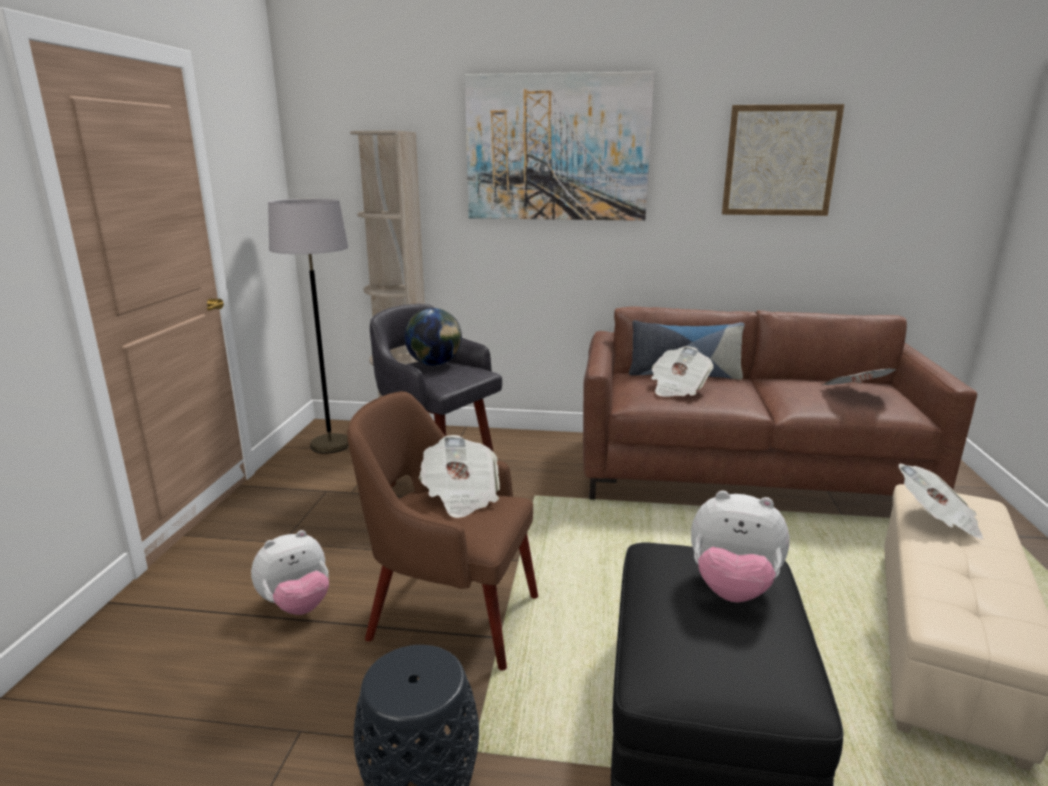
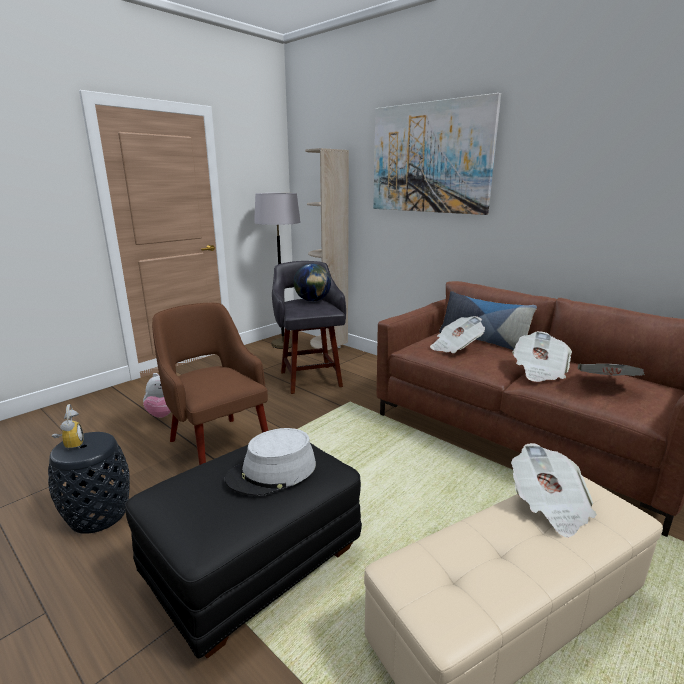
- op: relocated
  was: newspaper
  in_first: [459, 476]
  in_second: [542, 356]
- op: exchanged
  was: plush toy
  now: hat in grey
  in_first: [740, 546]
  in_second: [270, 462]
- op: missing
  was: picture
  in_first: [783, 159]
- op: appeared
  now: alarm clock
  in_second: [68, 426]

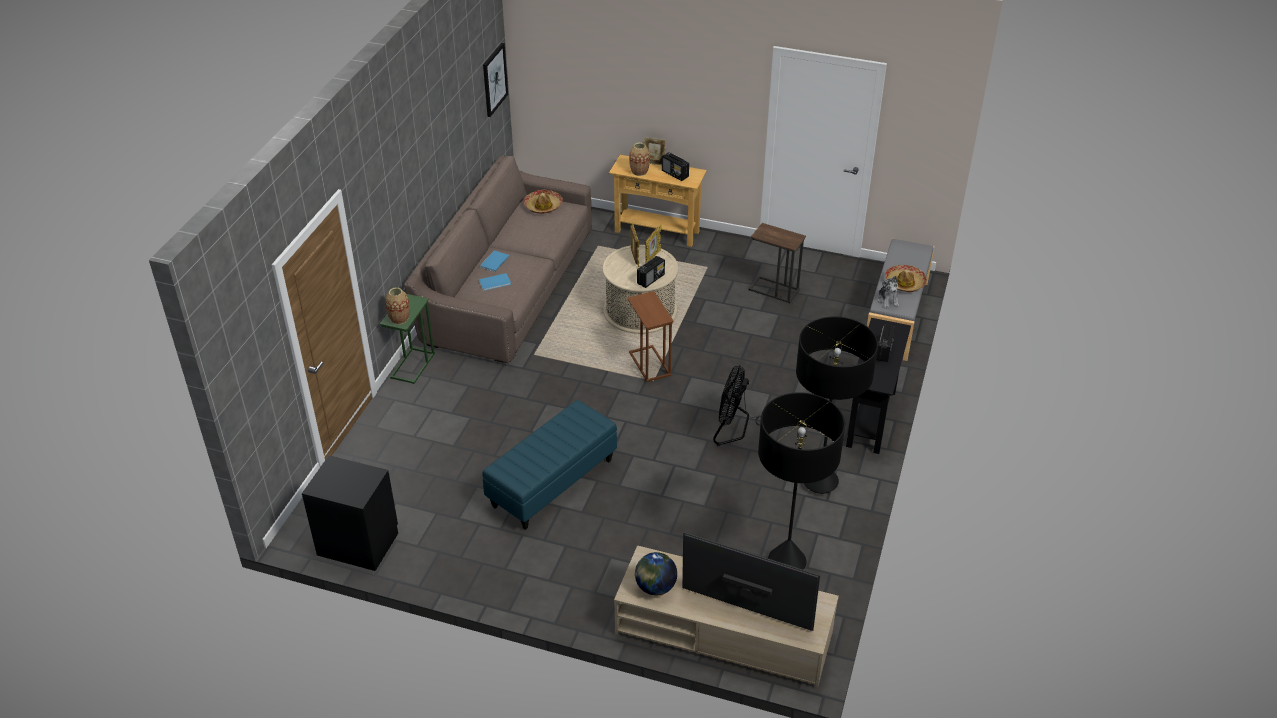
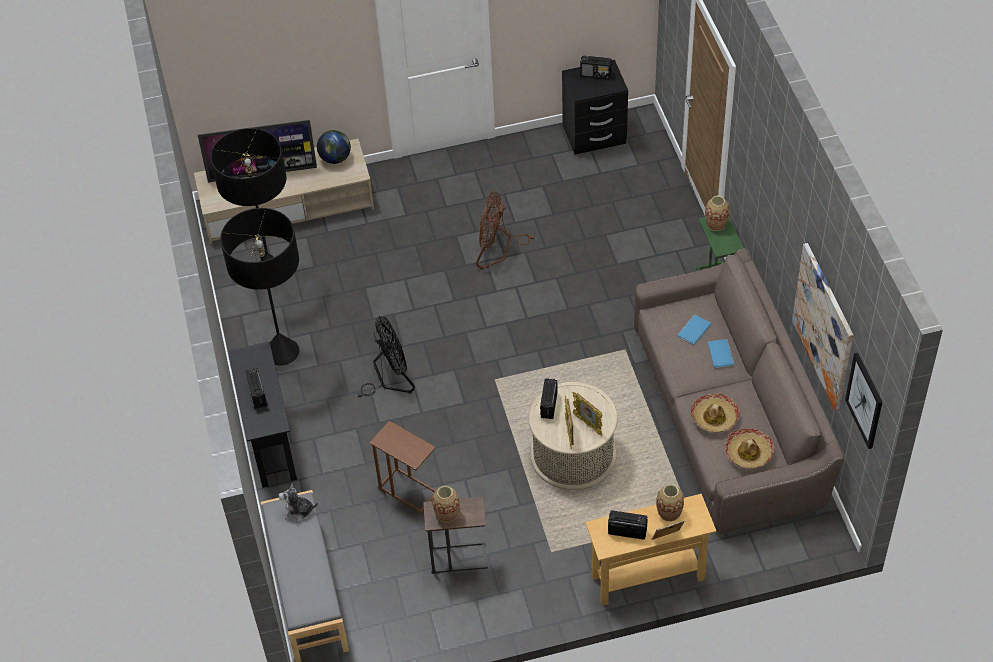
- op: exchanged
  was: ottoman in blue
  now: fan in brown
  in_first: [549, 465]
  in_second: [506, 230]
- op: relocated
  was: side table in brown
  in_first: [651, 336]
  in_second: [403, 467]
- op: spun
  was: plush toy
  in_first: [888, 292]
  in_second: [298, 502]
  clockwise: -45
- op: relocated
  was: hat
  in_first: [906, 278]
  in_second: [715, 413]
- op: appeared
  now: vase
  in_second: [446, 504]
- op: appeared
  now: radio
  in_second: [596, 67]
- op: appeared
  now: picture
  in_second: [822, 327]

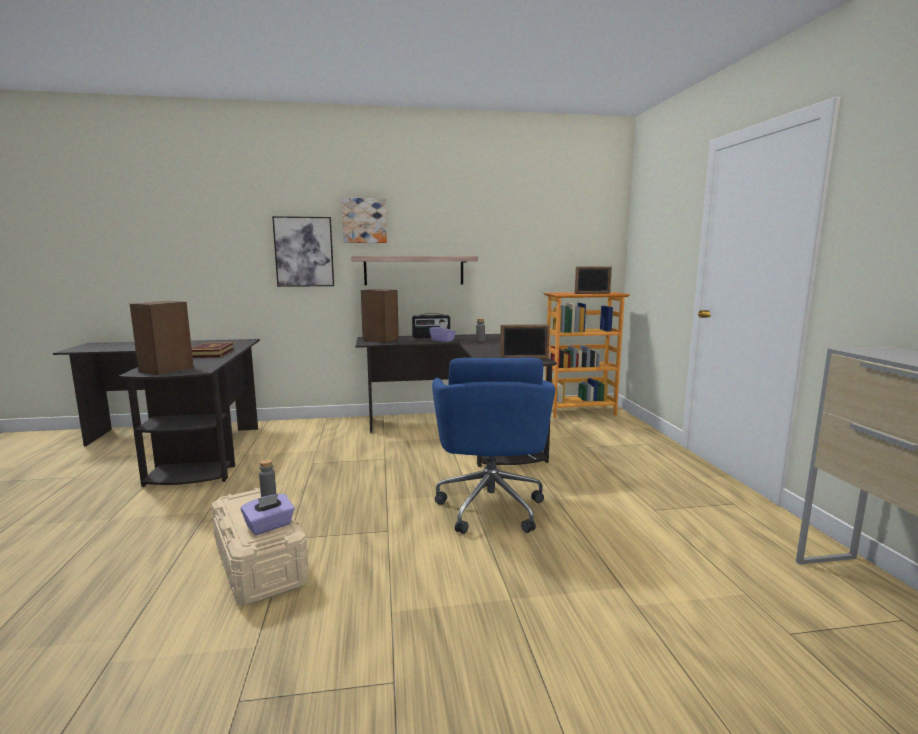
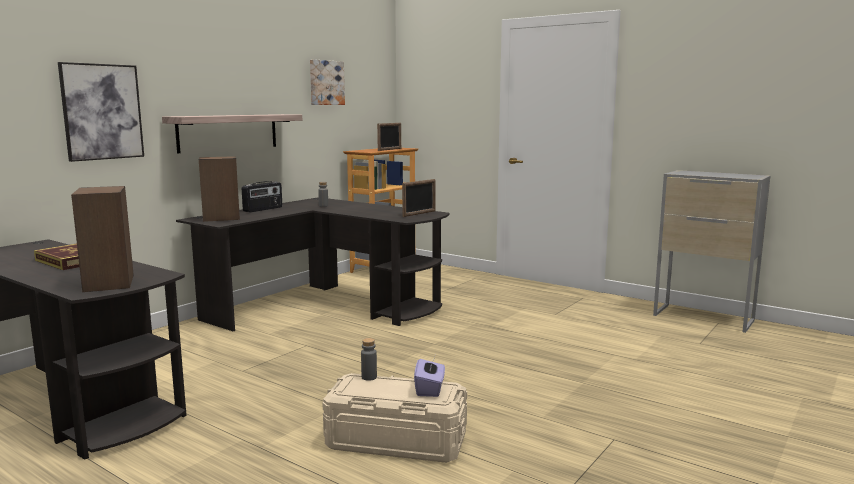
- op: relocated
  was: picture
  in_first: [364, 220]
  in_second: [327, 82]
- op: missing
  was: tissue box in purple
  in_first: [442, 332]
- op: missing
  was: office chair in blue
  in_first: [493, 445]

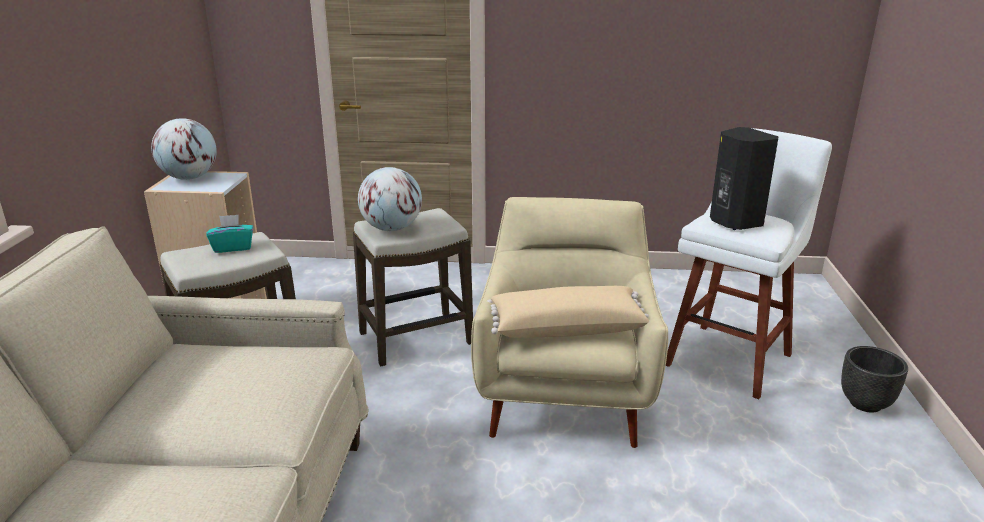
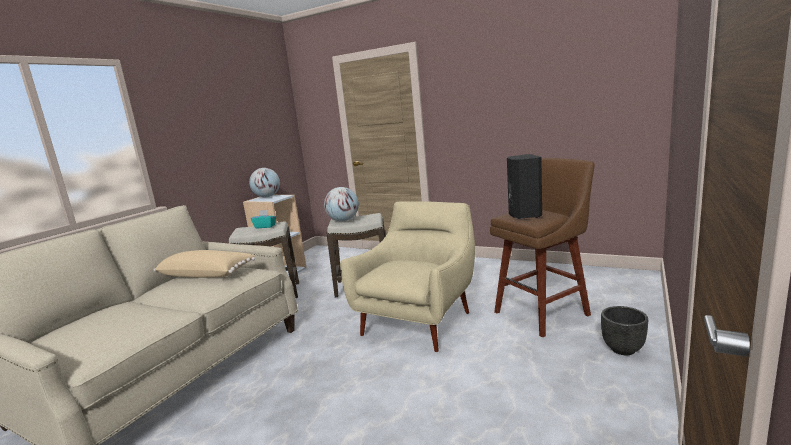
- op: relocated
  was: pillow in beige
  in_first: [568, 312]
  in_second: [204, 264]
- op: colour
  was: stool in white
  now: stool in brown
  in_first: [749, 263]
  in_second: [542, 247]

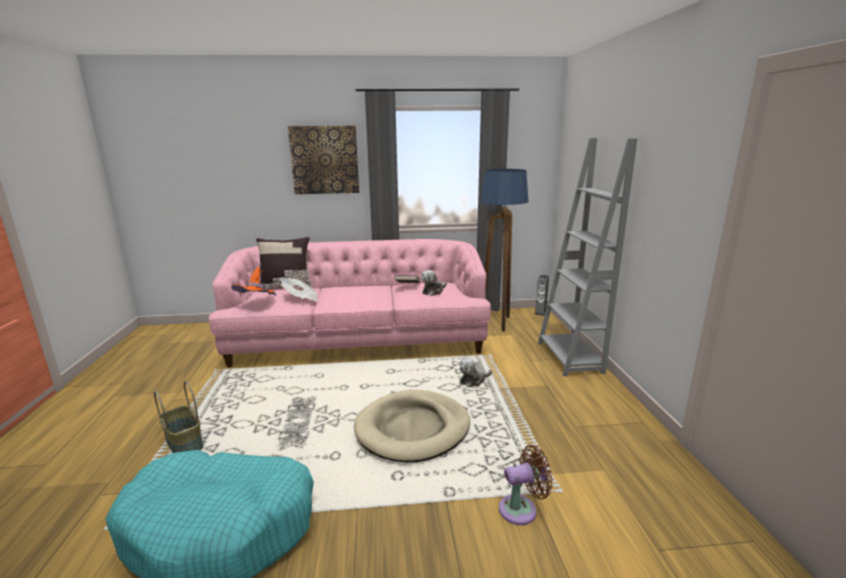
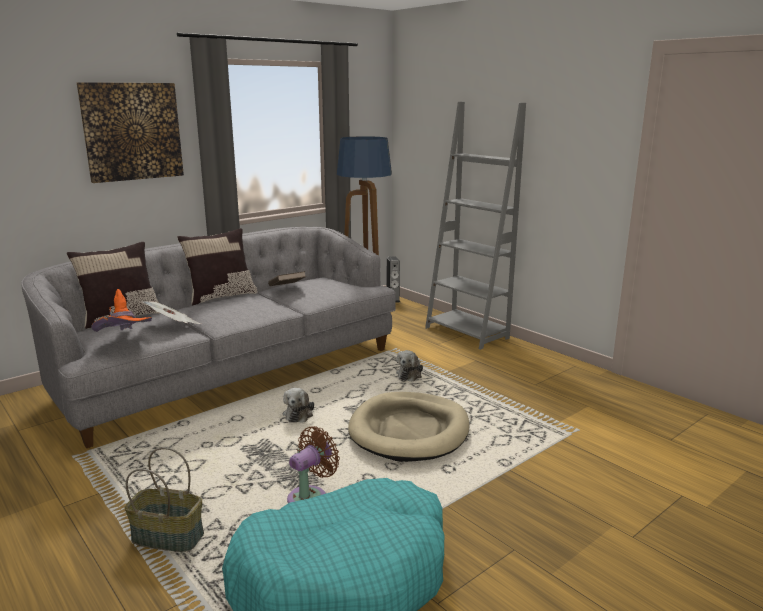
- op: colour
  was: sofa in pink
  now: sofa in grey
  in_first: [350, 303]
  in_second: [208, 337]
- op: relocated
  was: plush toy
  in_first: [434, 283]
  in_second: [298, 405]
- op: relocated
  was: fan in brown
  in_first: [526, 485]
  in_second: [313, 464]
- op: appeared
  now: pillow
  in_second: [217, 266]

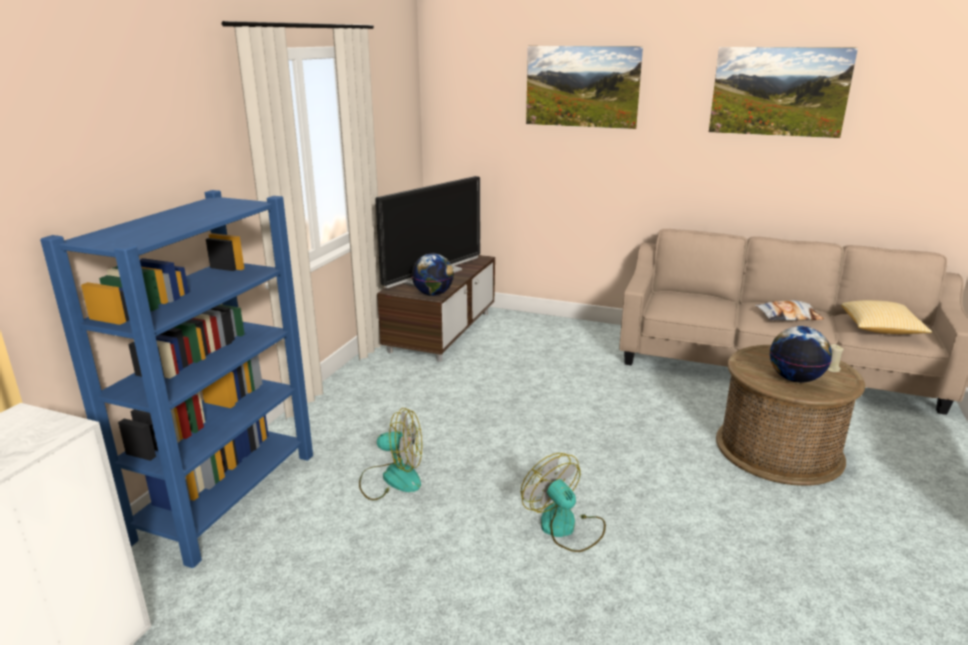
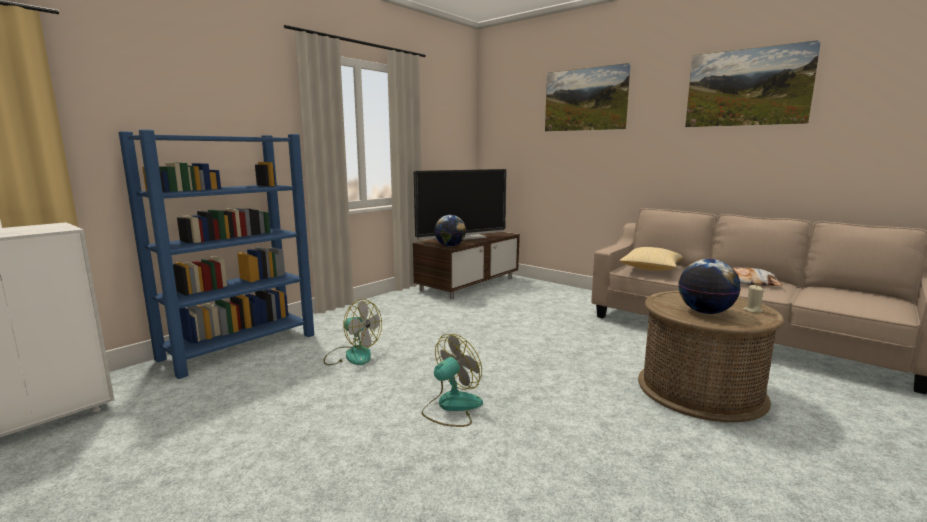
- op: spun
  was: fan
  in_first: [563, 502]
  in_second: [452, 380]
  clockwise: 60
- op: relocated
  was: pillow
  in_first: [886, 317]
  in_second: [651, 259]

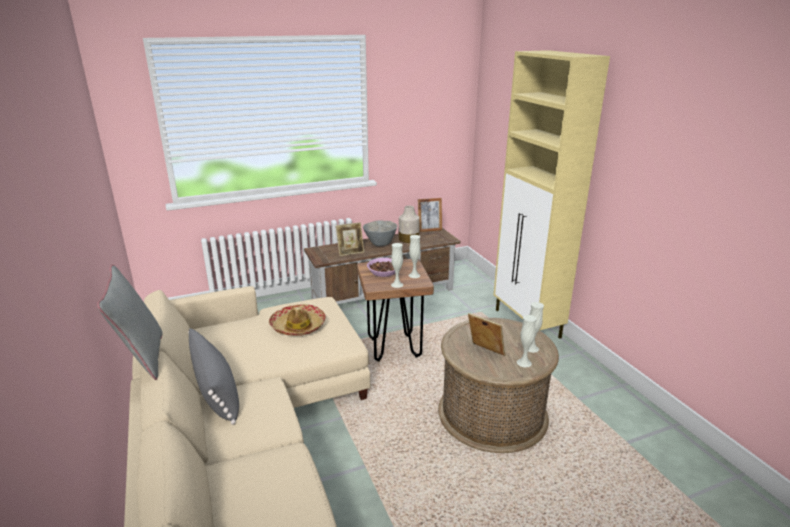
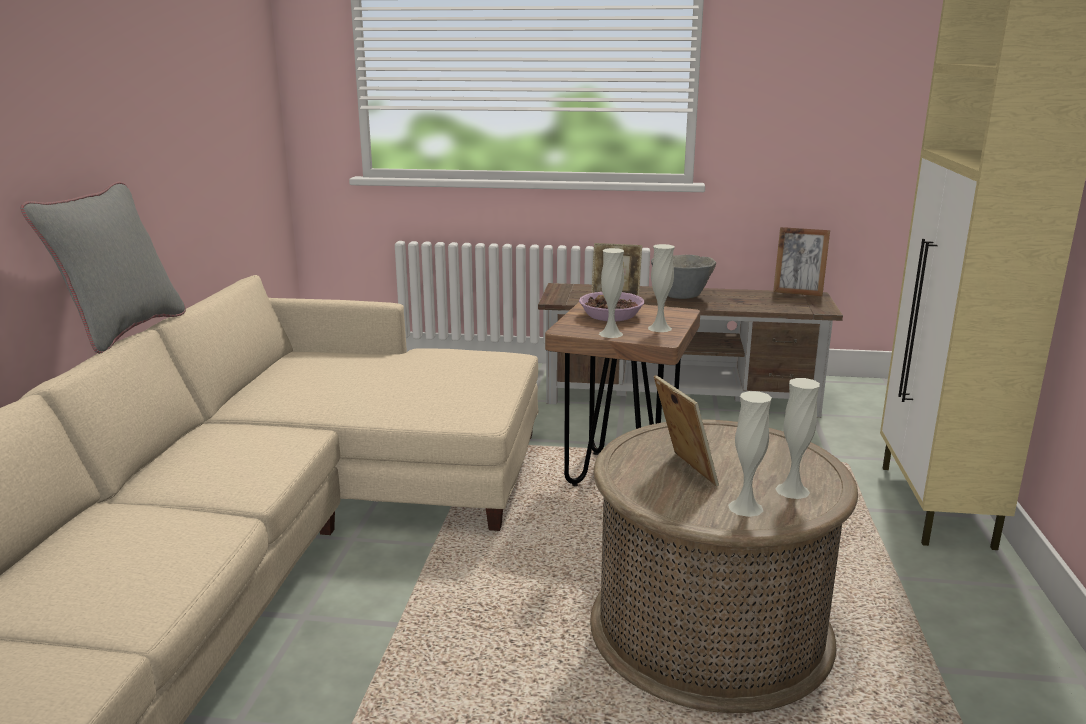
- op: missing
  was: pillow in grey
  in_first: [213, 376]
- op: missing
  was: hat
  in_first: [297, 320]
- op: missing
  was: vase in beige
  in_first: [409, 224]

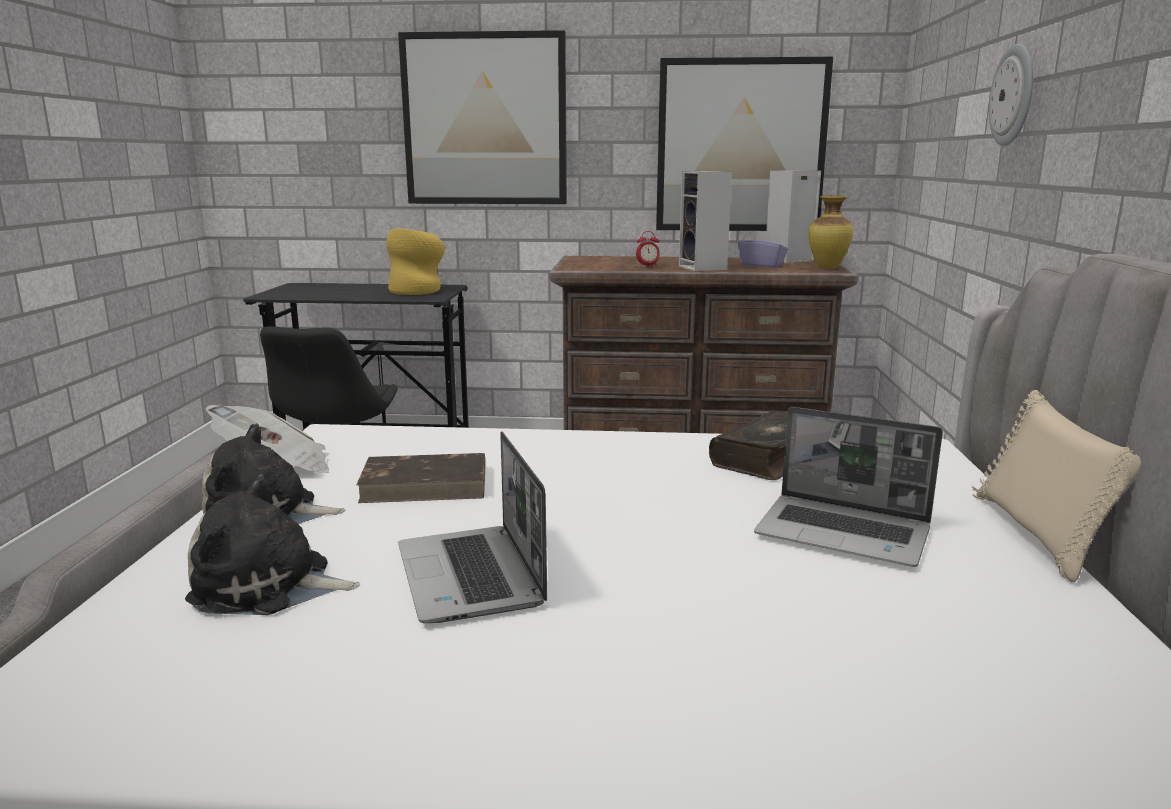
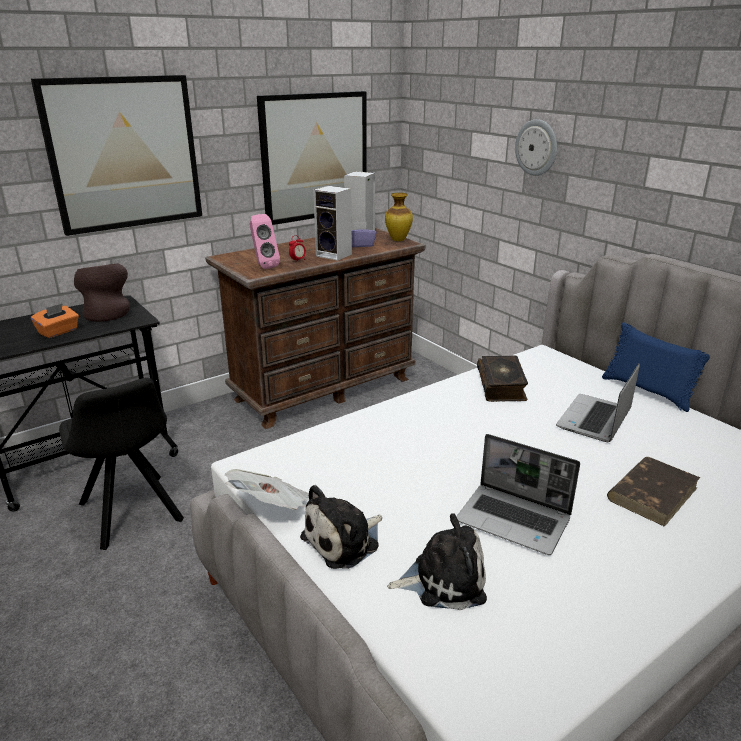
- op: spun
  was: plush toy
  in_first: [272, 544]
  in_second: [437, 561]
  clockwise: -150
- op: relocated
  was: book in brown
  in_first: [420, 478]
  in_second: [653, 492]
- op: colour
  was: vase in yellow
  now: vase in brown
  in_first: [415, 262]
  in_second: [102, 293]
- op: spun
  was: laptop
  in_first: [848, 487]
  in_second: [598, 402]
  clockwise: 135
- op: colour
  was: pillow in beige
  now: pillow in blue
  in_first: [1056, 486]
  in_second: [656, 367]
- op: appeared
  now: tissue box in orange
  in_second: [55, 320]
- op: appeared
  now: speaker in pink
  in_second: [264, 241]

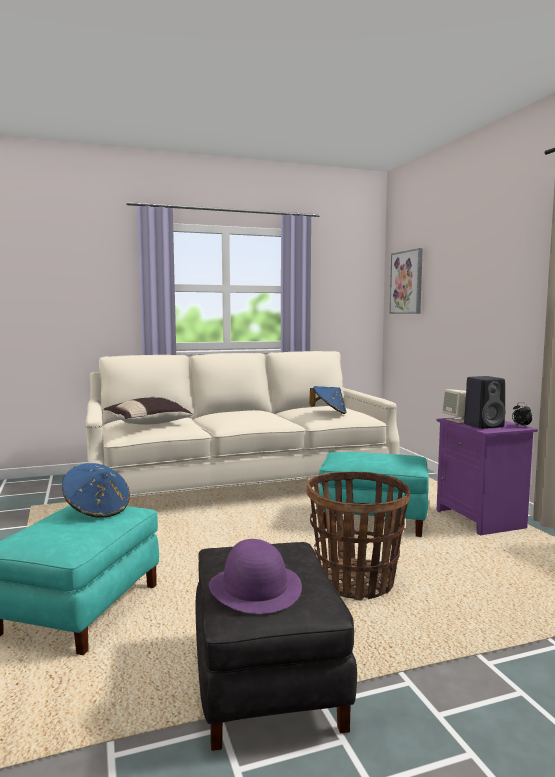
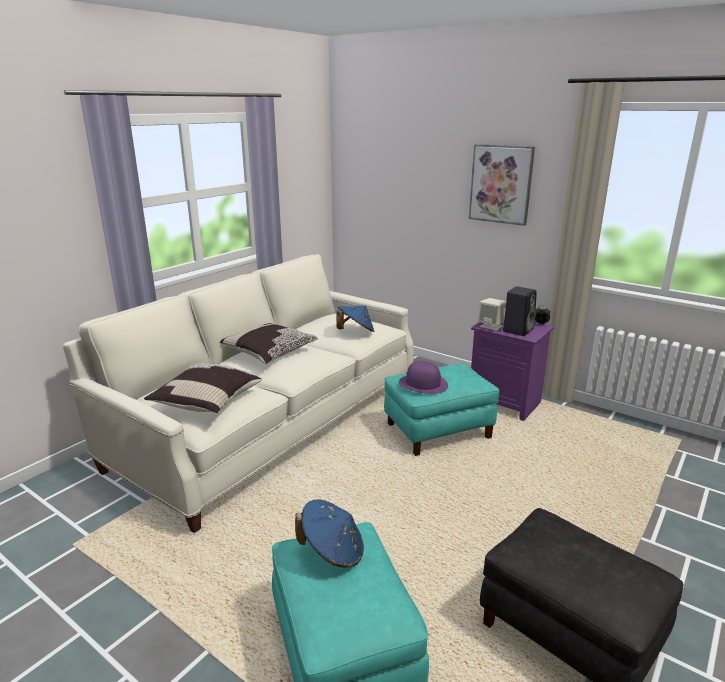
- op: relocated
  was: hat in purple
  in_first: [255, 576]
  in_second: [423, 377]
- op: missing
  was: basket
  in_first: [358, 536]
- op: relocated
  was: picture
  in_first: [406, 281]
  in_second: [502, 185]
- op: appeared
  now: pillow
  in_second: [268, 343]

